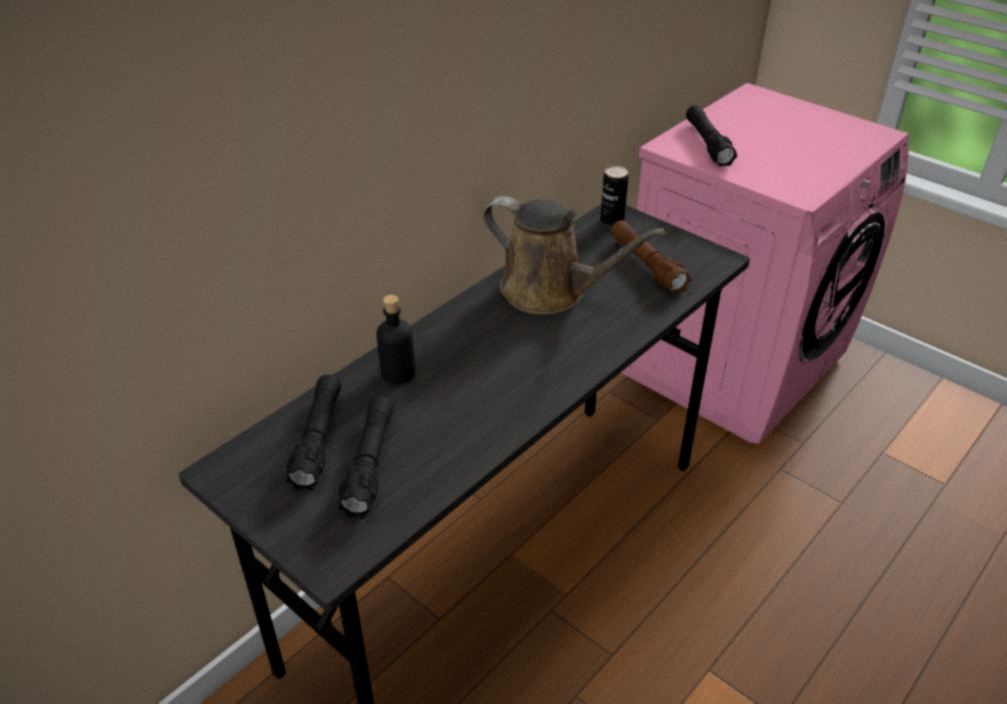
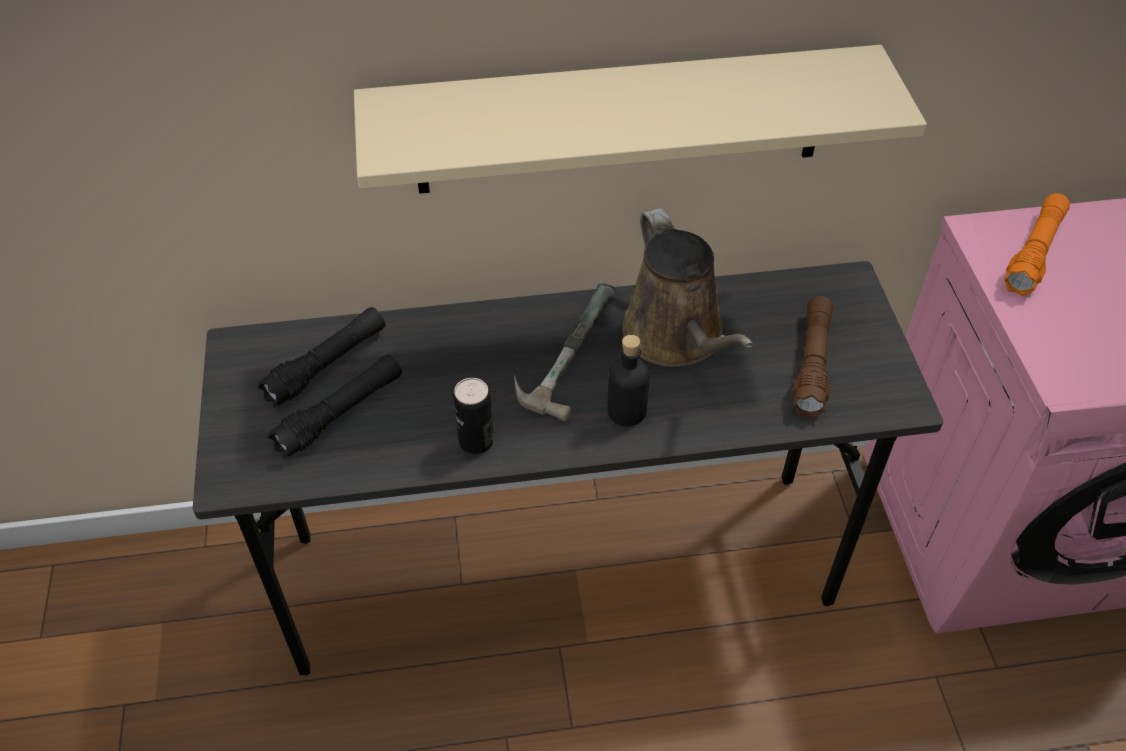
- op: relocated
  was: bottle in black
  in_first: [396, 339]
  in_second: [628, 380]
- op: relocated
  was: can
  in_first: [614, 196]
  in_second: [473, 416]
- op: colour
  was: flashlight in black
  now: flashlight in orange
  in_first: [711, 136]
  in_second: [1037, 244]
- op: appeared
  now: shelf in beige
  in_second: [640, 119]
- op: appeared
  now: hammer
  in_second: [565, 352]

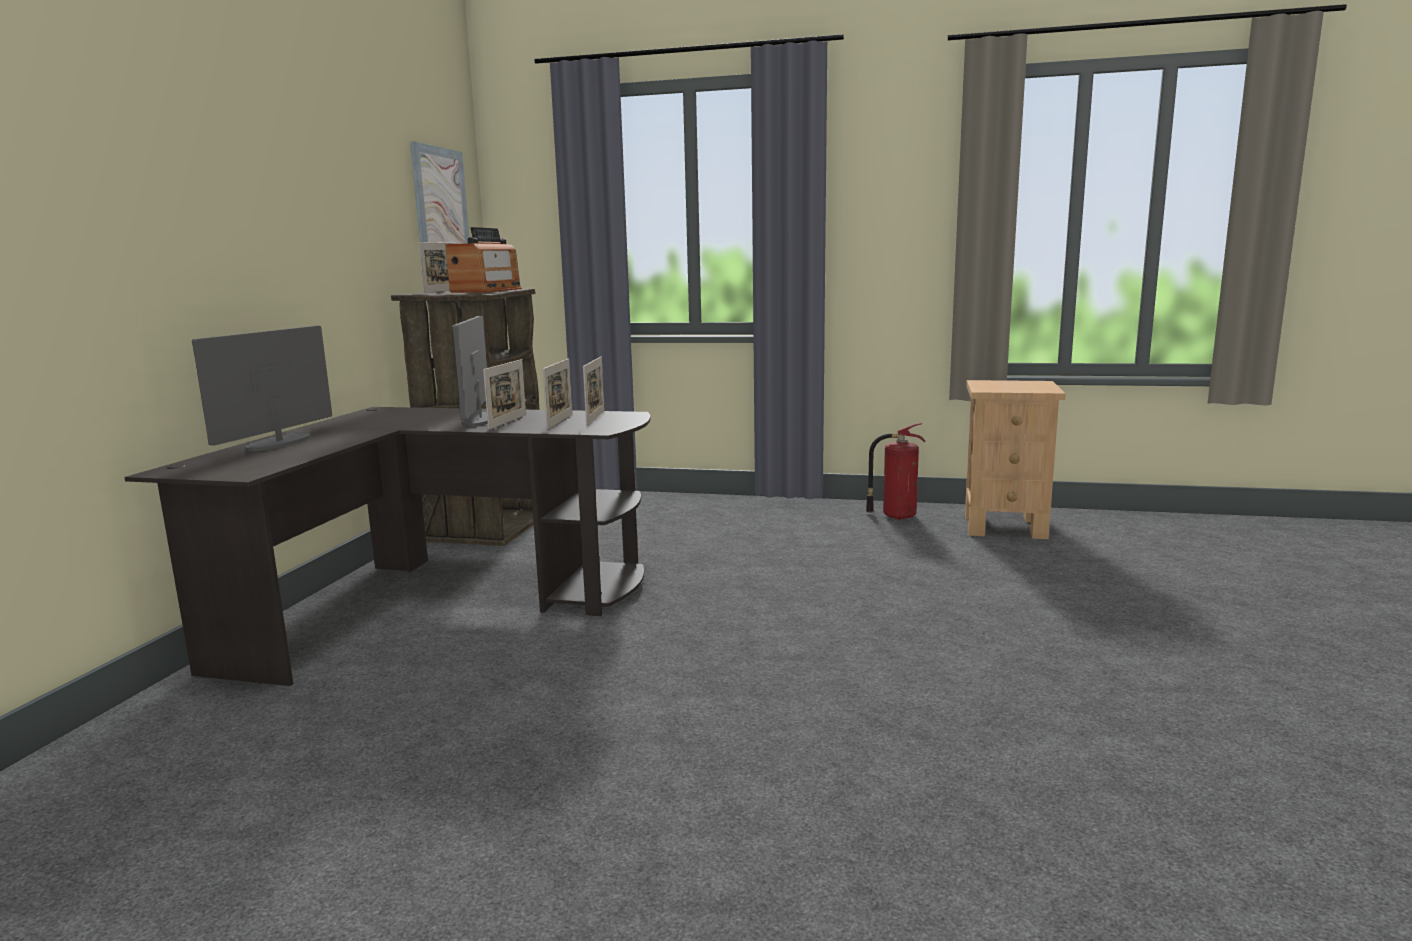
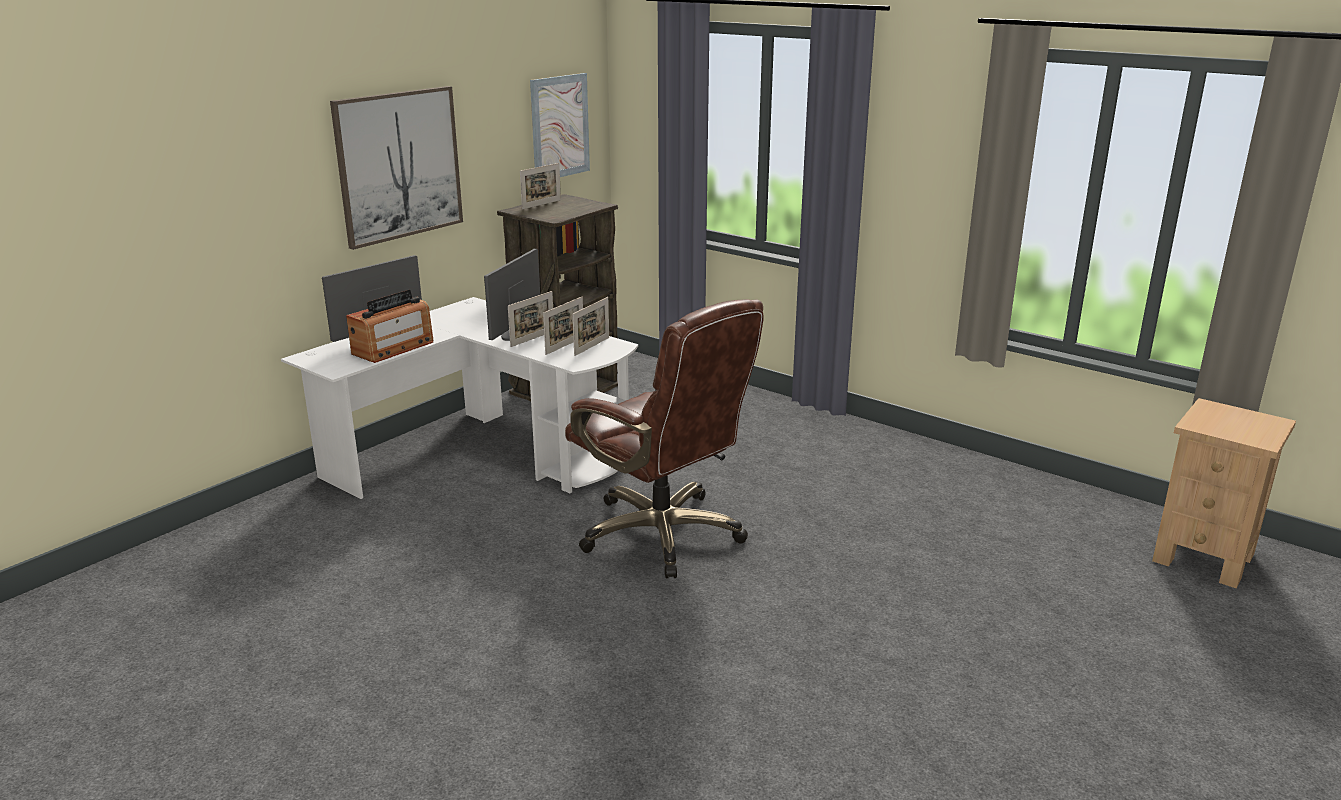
- op: colour
  was: desk in black
  now: desk in white
  in_first: [387, 546]
  in_second: [459, 398]
- op: relocated
  was: radio
  in_first: [483, 260]
  in_second: [389, 326]
- op: missing
  was: fire extinguisher
  in_first: [895, 471]
- op: relocated
  was: nightstand in beige
  in_first: [1015, 459]
  in_second: [1224, 493]
- op: appeared
  now: picture
  in_second: [396, 168]
- op: appeared
  now: office chair in brown
  in_second: [664, 439]

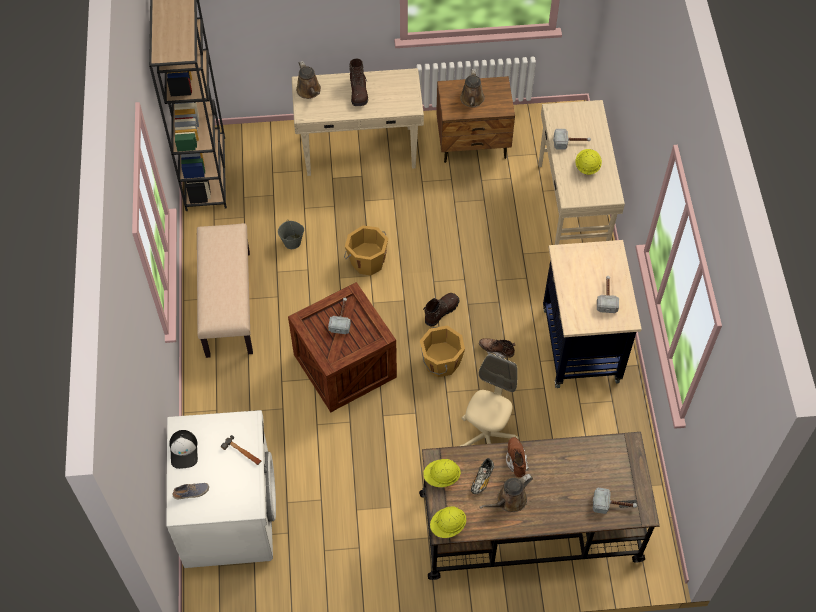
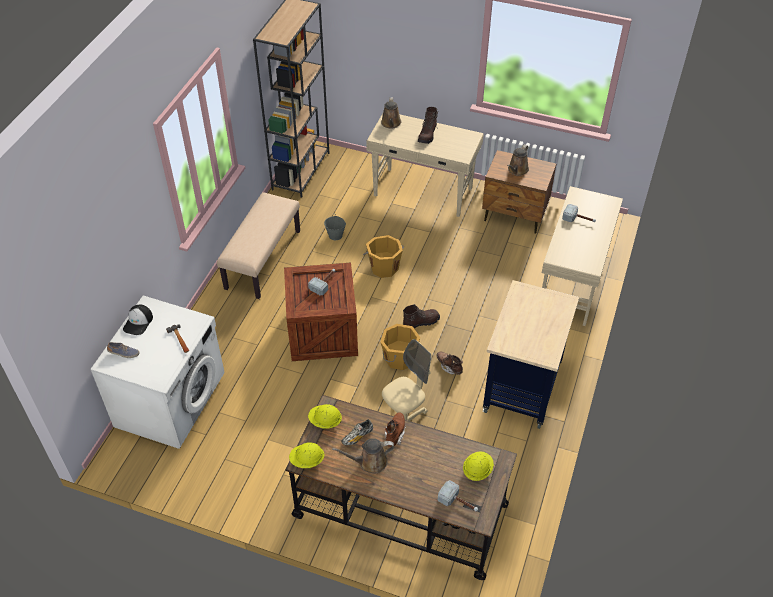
- op: relocated
  was: hard hat in yellow
  in_first: [589, 162]
  in_second: [478, 466]
- op: missing
  was: hammer
  in_first: [608, 294]

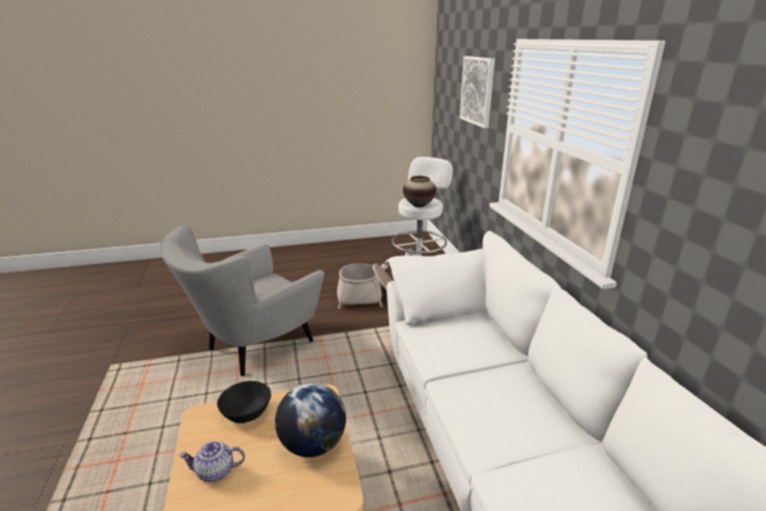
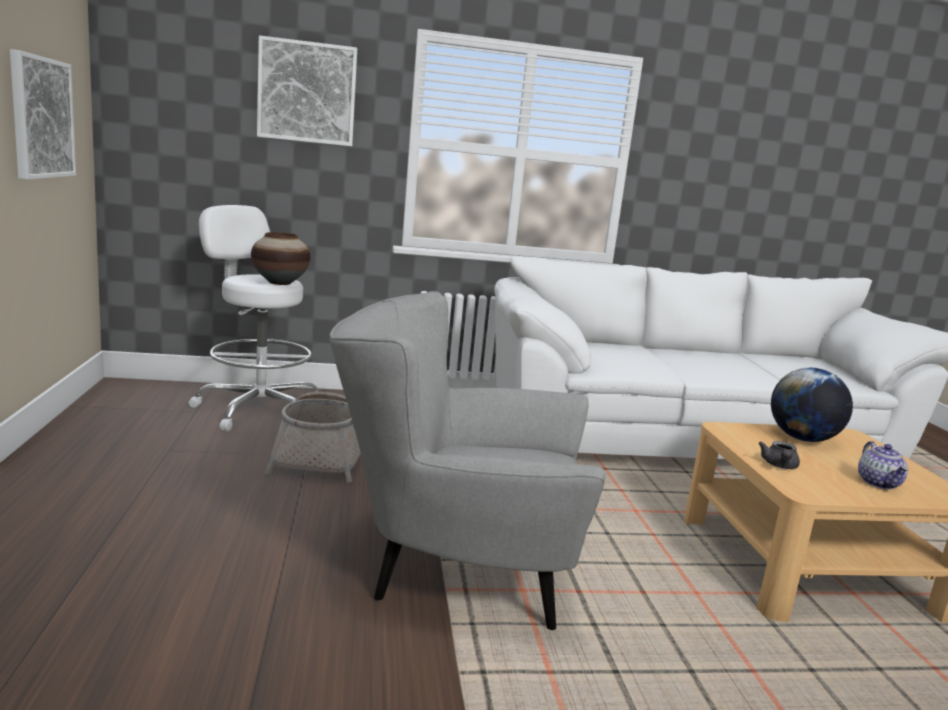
- op: spun
  was: armchair in grey
  in_first: [242, 300]
  in_second: [467, 460]
  clockwise: 135
- op: exchanged
  was: bowl in black
  now: teapot in grey
  in_first: [244, 402]
  in_second: [779, 455]
- op: appeared
  now: picture
  in_second: [43, 114]

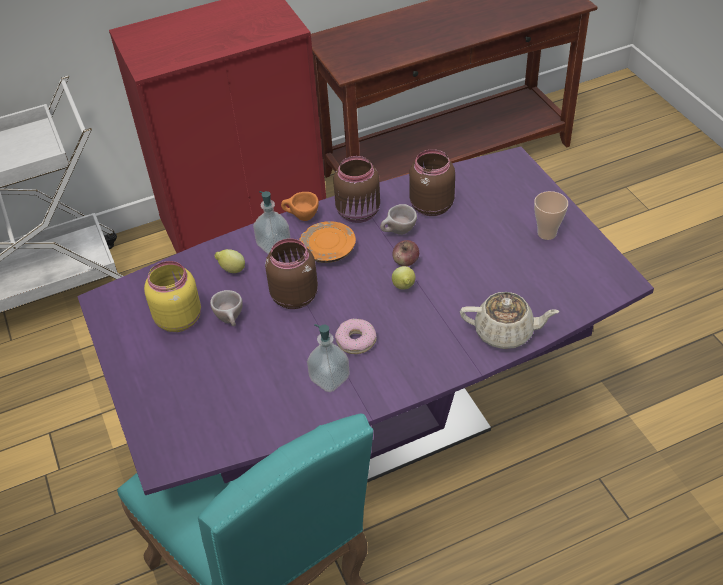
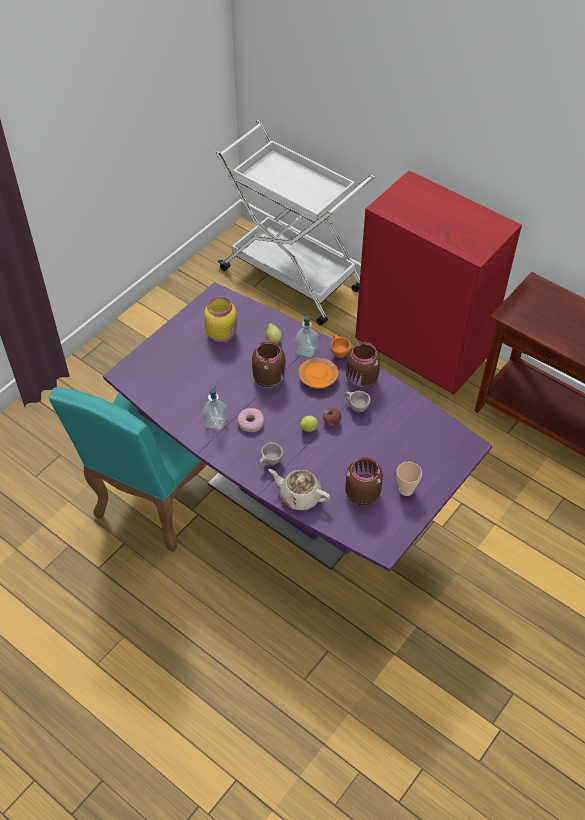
- op: relocated
  was: cup in beige
  in_first: [226, 308]
  in_second: [271, 454]
- op: relocated
  was: jar in brown
  in_first: [432, 182]
  in_second: [364, 481]
- op: spun
  was: teapot in beige
  in_first: [510, 320]
  in_second: [299, 490]
  clockwise: 135

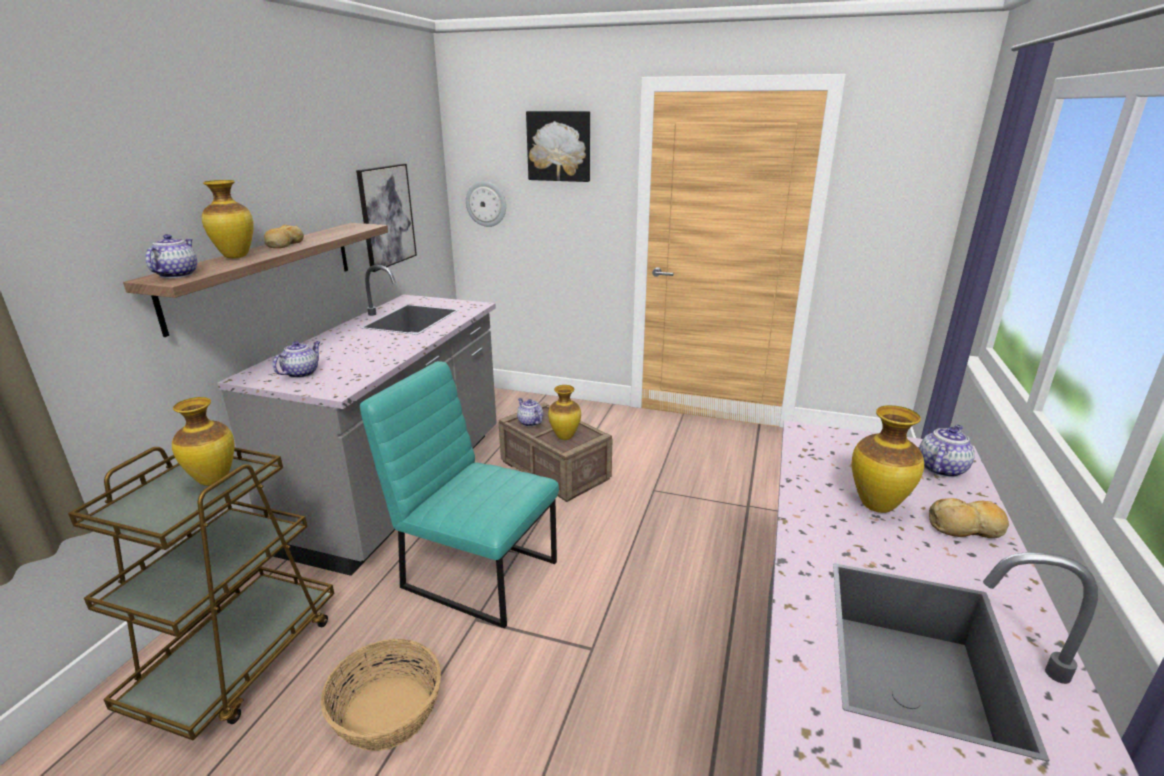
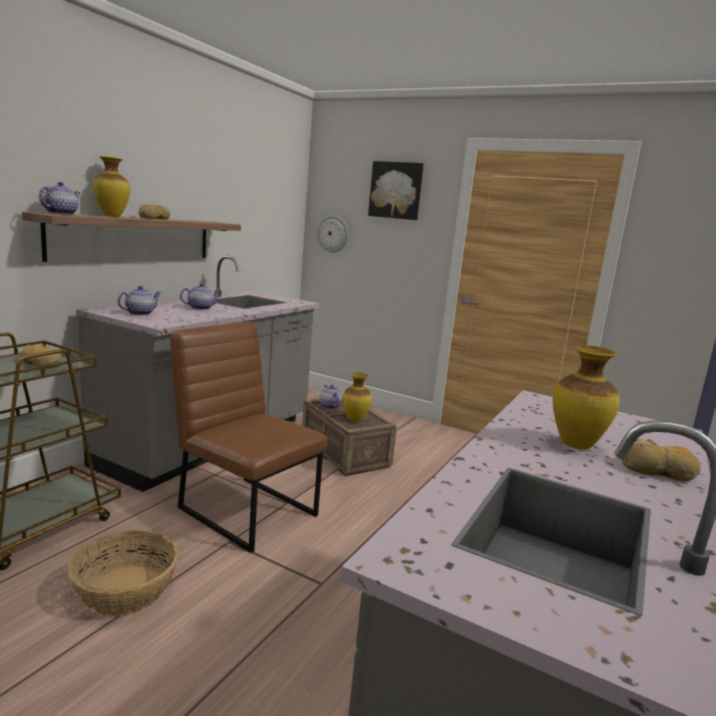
- op: exchanged
  was: vase
  now: bread
  in_first: [203, 441]
  in_second: [41, 356]
- op: missing
  was: picture
  in_first: [386, 218]
- op: colour
  was: chair in turquoise
  now: chair in brown
  in_first: [459, 494]
  in_second: [249, 437]
- op: relocated
  was: teapot
  in_first: [947, 451]
  in_second: [200, 296]

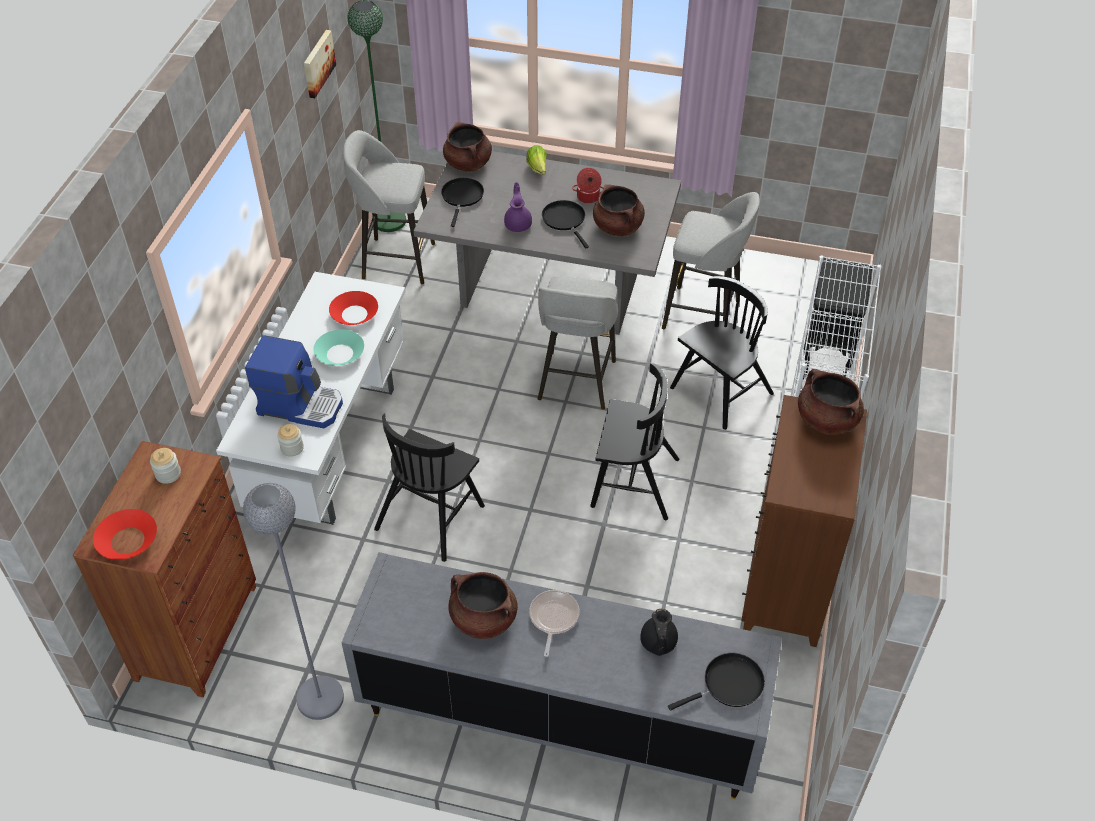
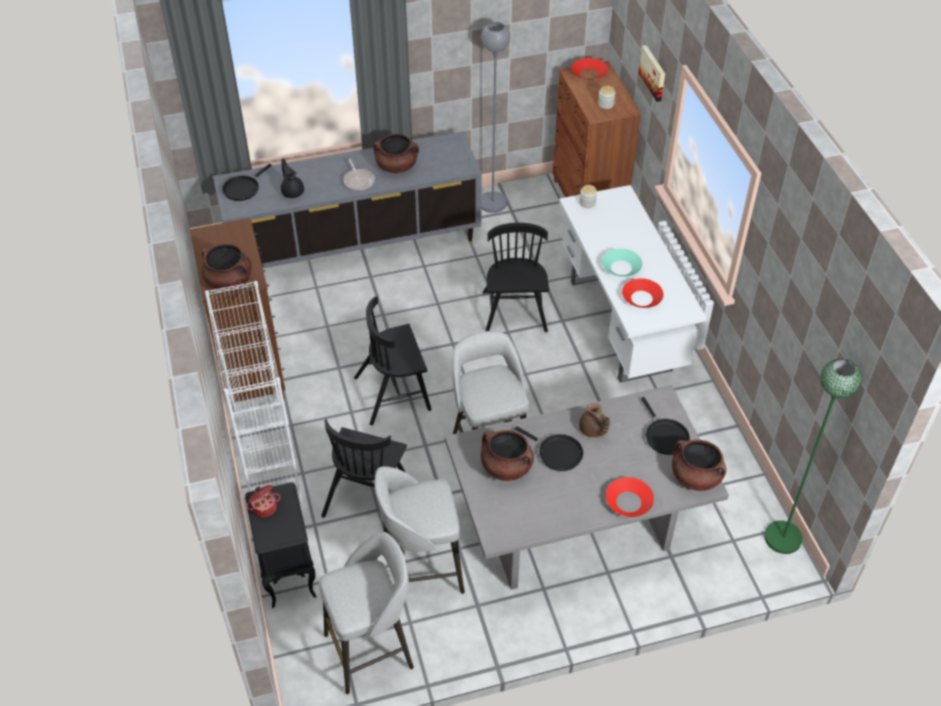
- op: missing
  was: coffee machine
  in_first: [294, 381]
- op: relocated
  was: picture
  in_first: [320, 64]
  in_second: [652, 73]
- op: relocated
  was: stool in grey
  in_first: [389, 207]
  in_second: [366, 613]
- op: colour
  was: teapot in purple
  now: teapot in brown
  in_first: [518, 207]
  in_second: [594, 420]
- op: exchanged
  was: lettuce
  now: bowl in red
  in_first: [536, 160]
  in_second: [630, 497]
- op: relocated
  was: cooking pot
  in_first: [588, 185]
  in_second: [263, 501]

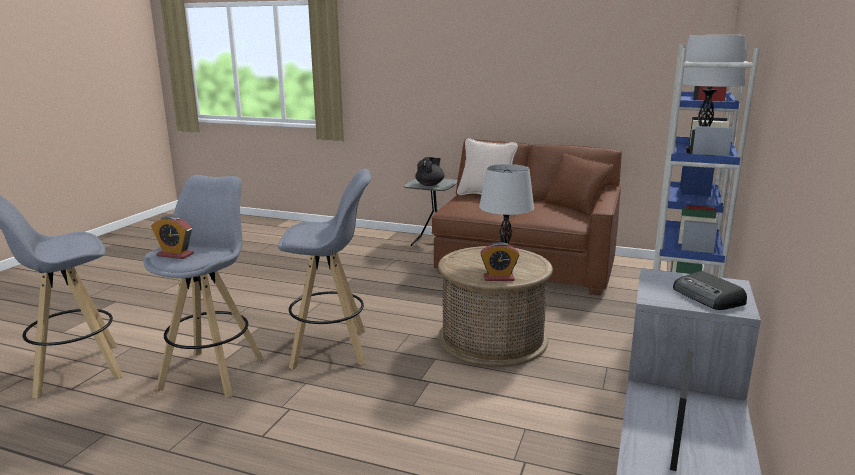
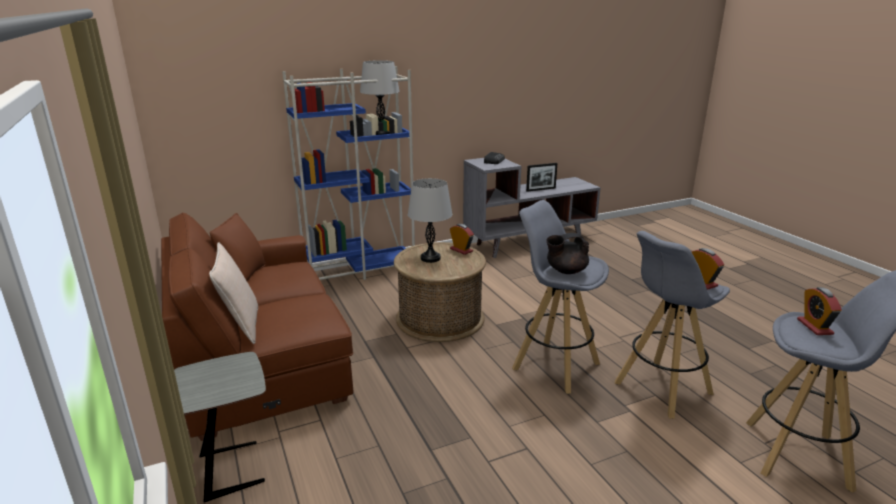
- op: relocated
  was: teapot in black
  in_first: [430, 171]
  in_second: [567, 253]
- op: appeared
  now: alarm clock
  in_second: [819, 311]

